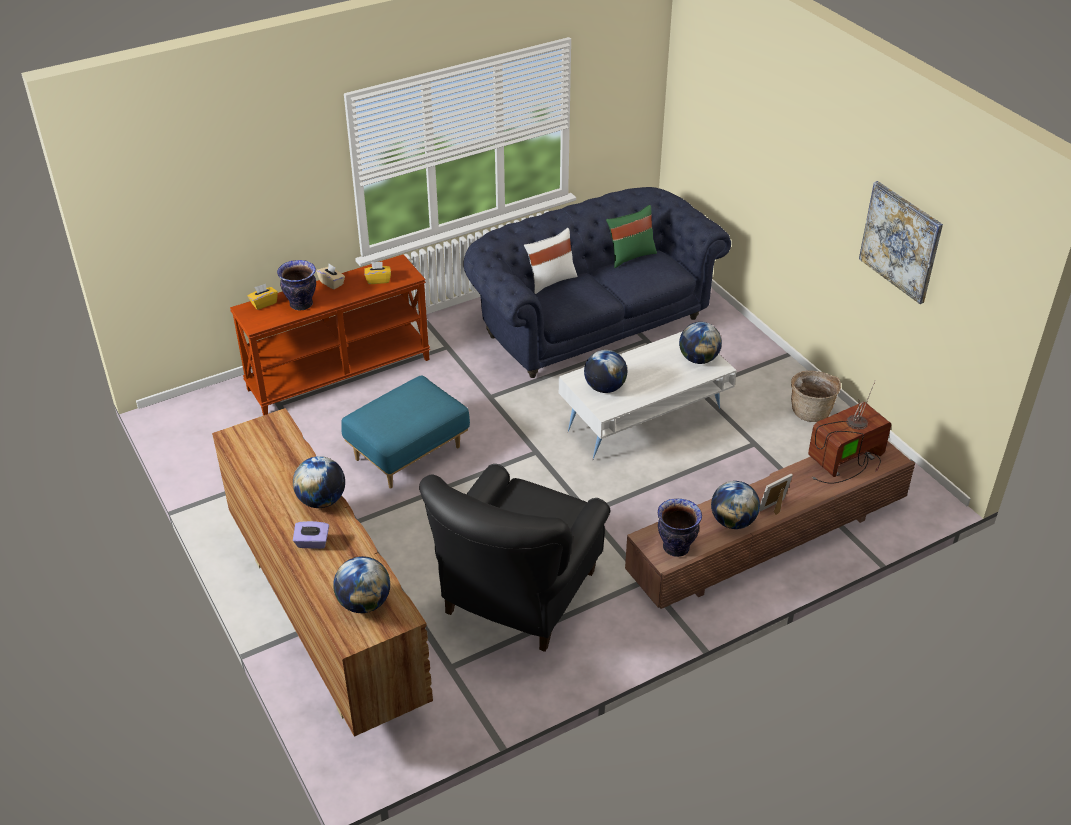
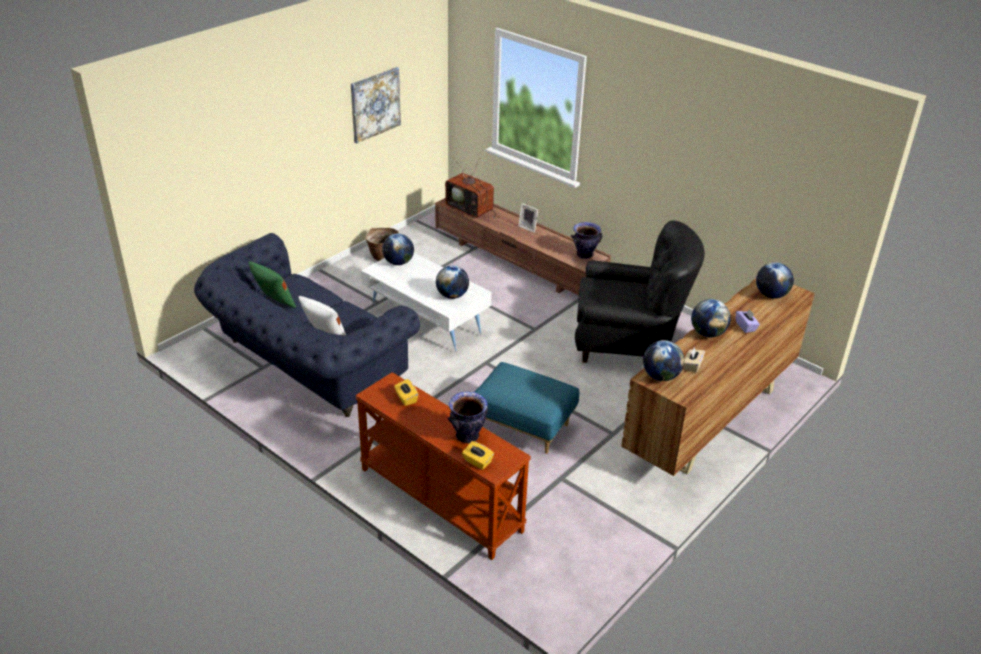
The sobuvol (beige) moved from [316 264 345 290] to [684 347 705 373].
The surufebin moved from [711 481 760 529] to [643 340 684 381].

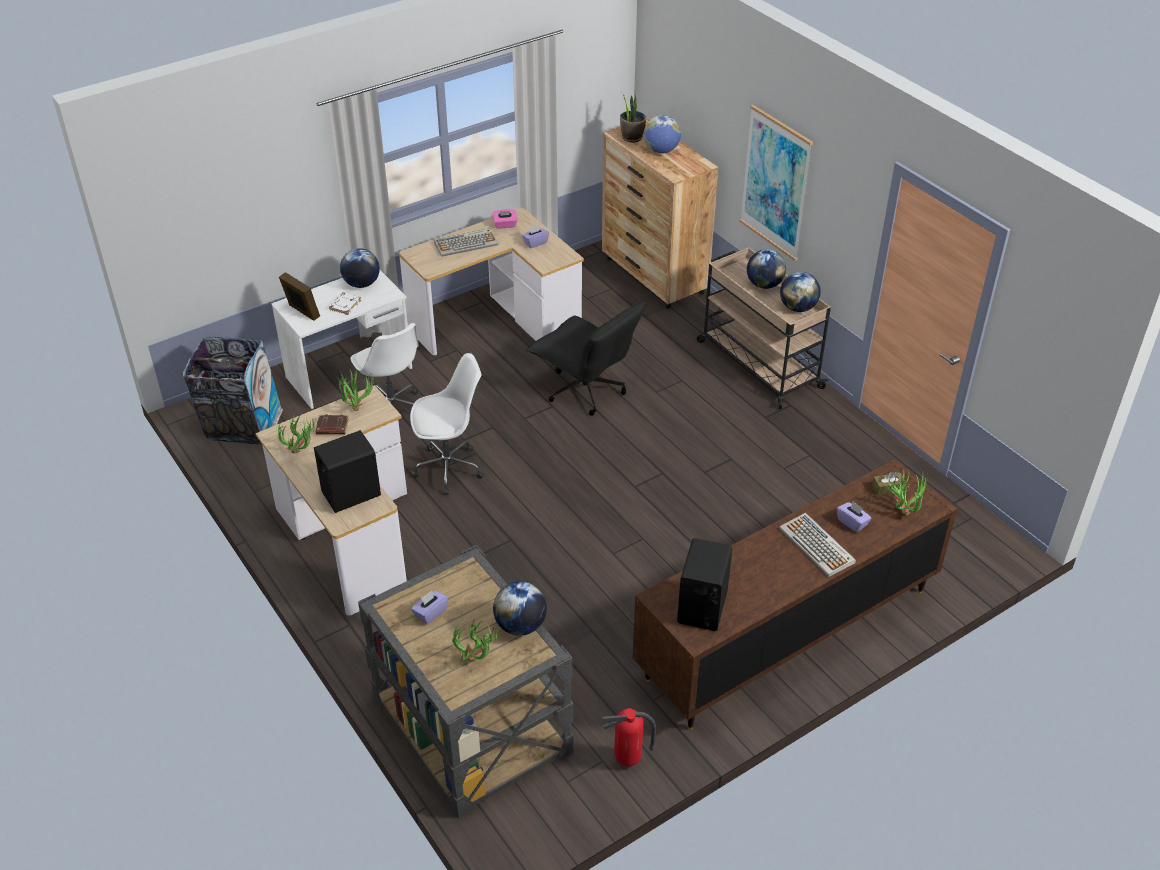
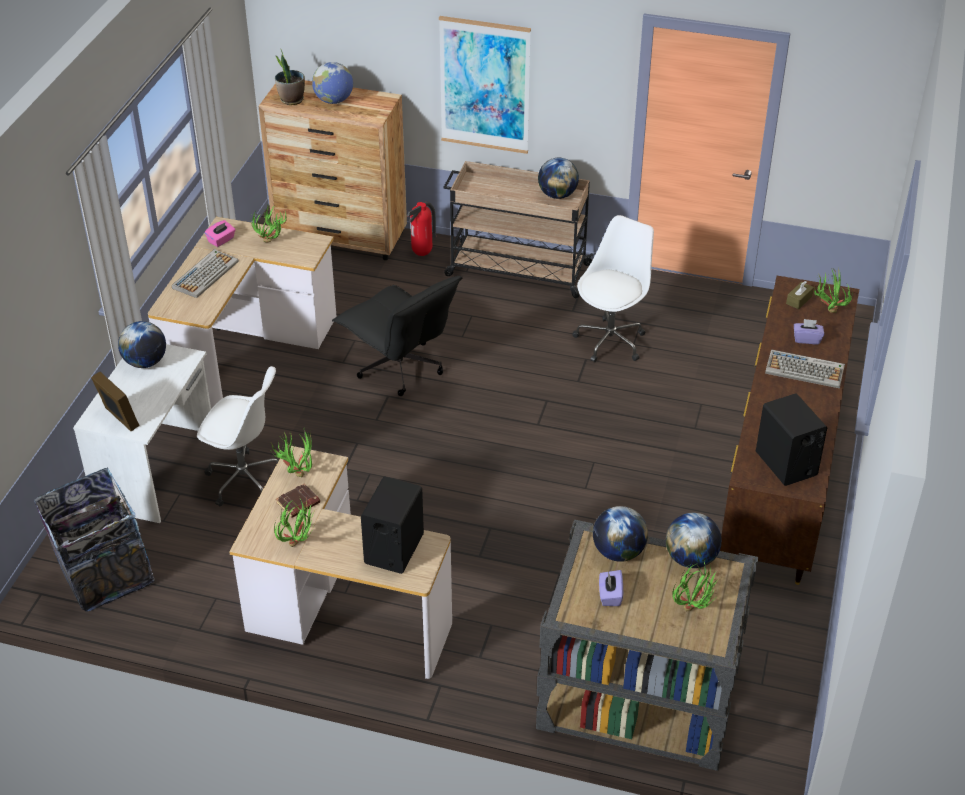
The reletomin at [279 272 320 321] turned 45 degrees clockwise.
The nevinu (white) at [329 293 361 315] disappeared.
The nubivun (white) moved from [410 353 484 495] to [572 215 654 362].
The sobuvol (purple) at [522 225 549 248] was replaced by the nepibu at [251 203 287 242].
The nubivun (black) at [525 302 647 416] turned 45 degrees clockwise.
The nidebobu moved from [599 708 656 767] to [407 202 437 256].
The surufebin moved from [747 249 786 289] to [593 506 648 562].

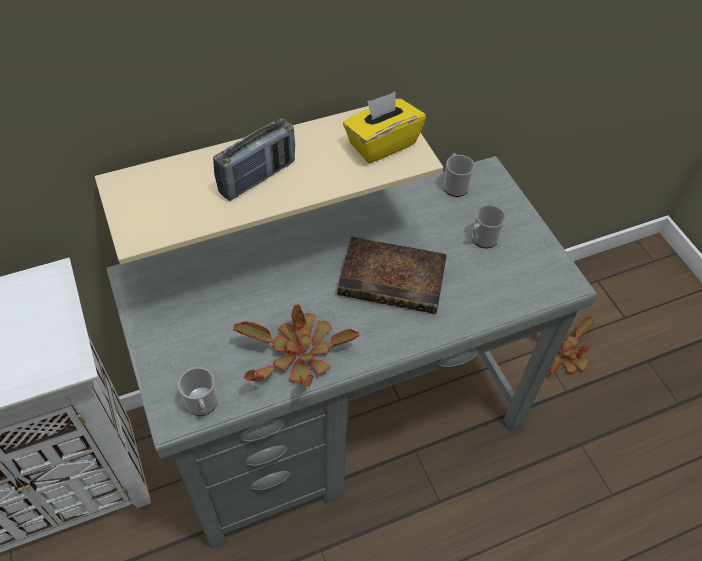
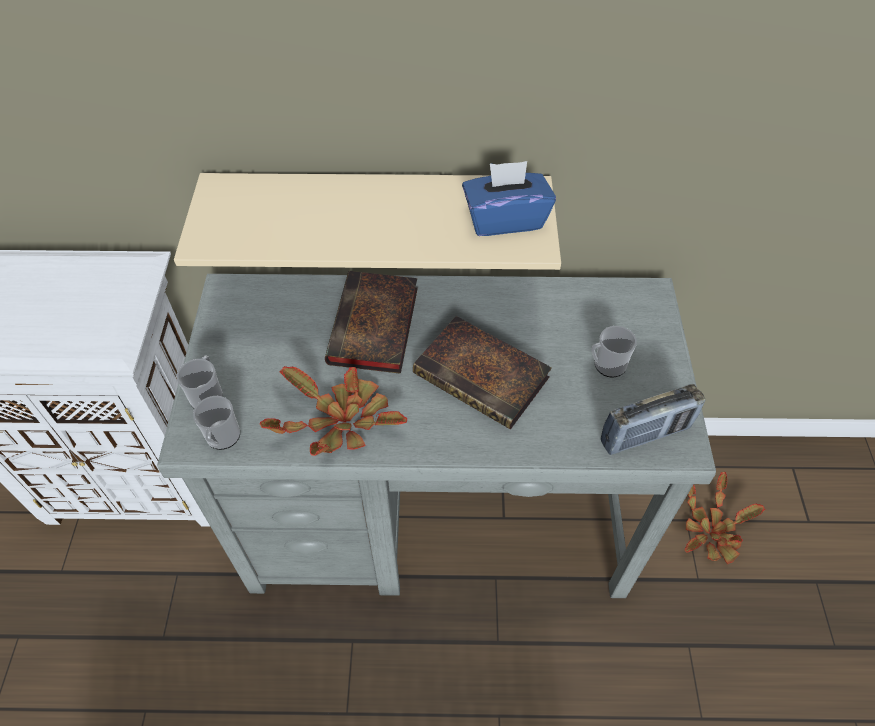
The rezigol moved from [213 118 295 201] to [601 384 706 455].
The sobuvol (yellow) at [343 92 426 163] became the sobuvol (blue) at [462 161 556 236].
The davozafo moved from [443 153 475 197] to [177 356 223 409].
The nevinu at [325 271 418 374] appeared.

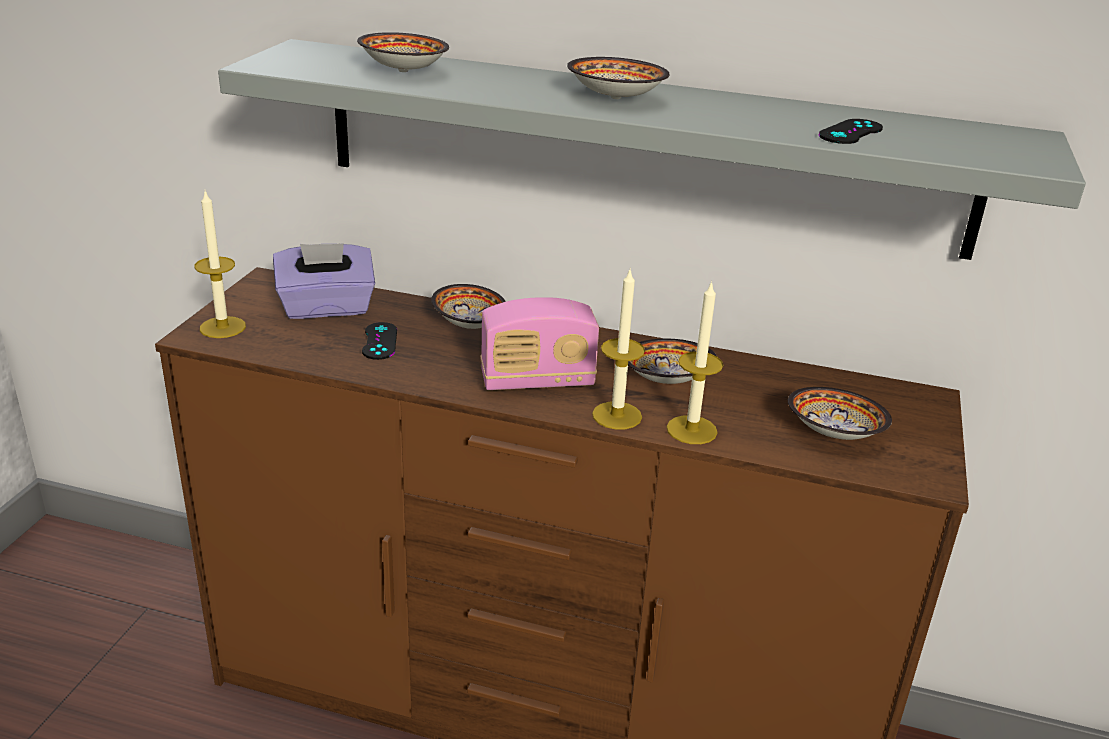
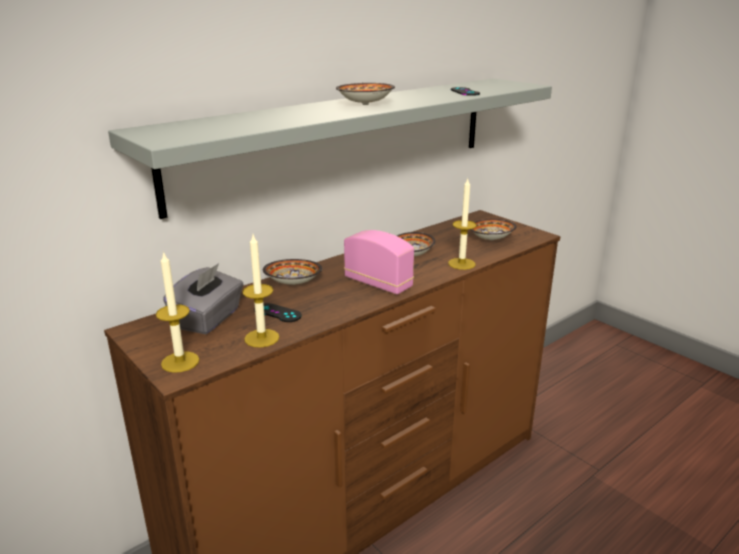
The sobuvol (purple) at [273 243 375 319] became the sobuvol (grey) at [163 263 243 334].
The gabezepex at [357 32 449 72] disappeared.
The rezigol at [481 297 599 390] turned 75 degrees counterclockwise.
The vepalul moved from [592 270 645 430] to [242 235 279 347].

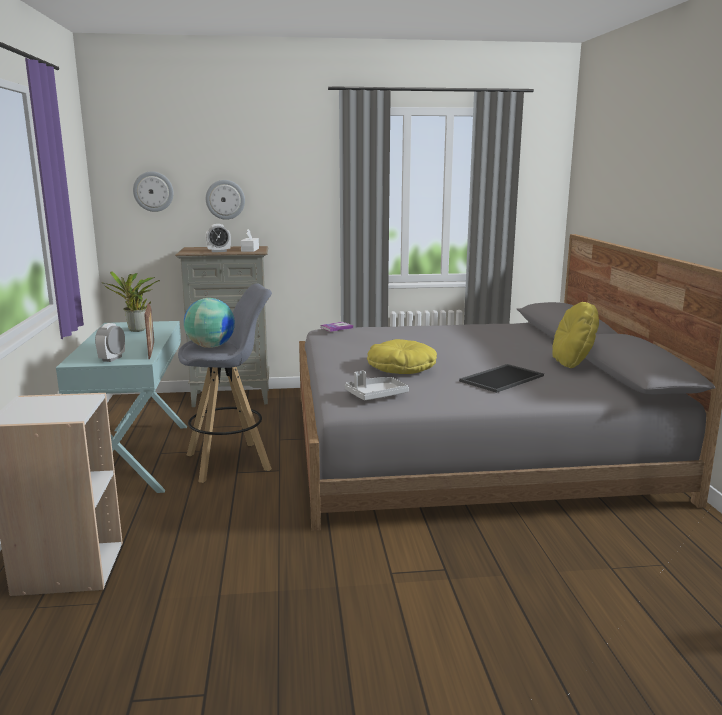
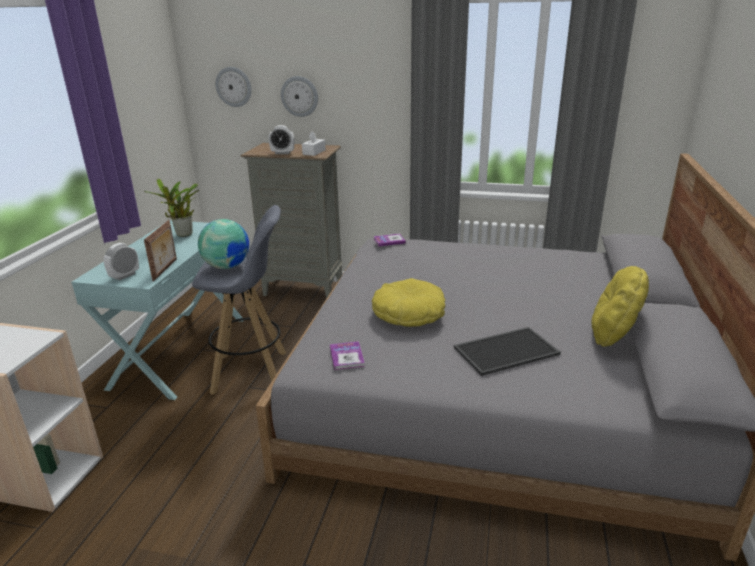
The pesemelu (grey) at [345 371 409 400] was replaced by the nevinu at [330 341 365 370].

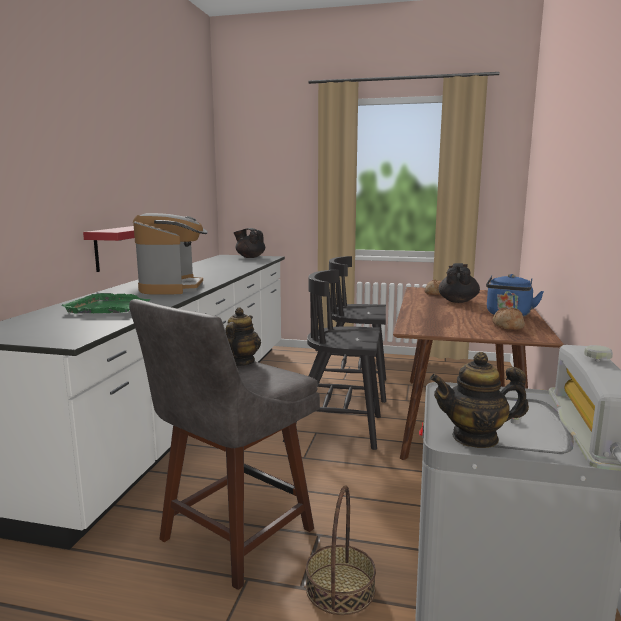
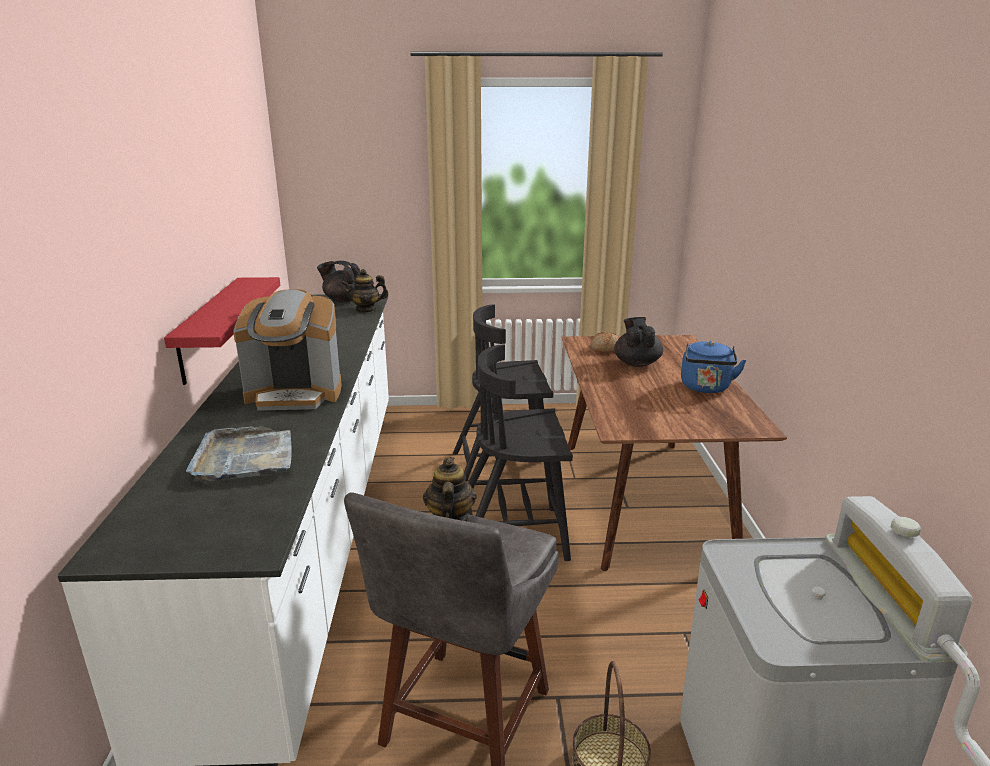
The pesemelu (green) at [61 293 151 314] became the pesemelu (grey) at [186 426 292 481].
The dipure at [133 213 208 295] turned 105 degrees clockwise.
The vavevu moved from [430 352 529 448] to [341 269 388 313].
The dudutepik at [492 308 525 330] disappeared.

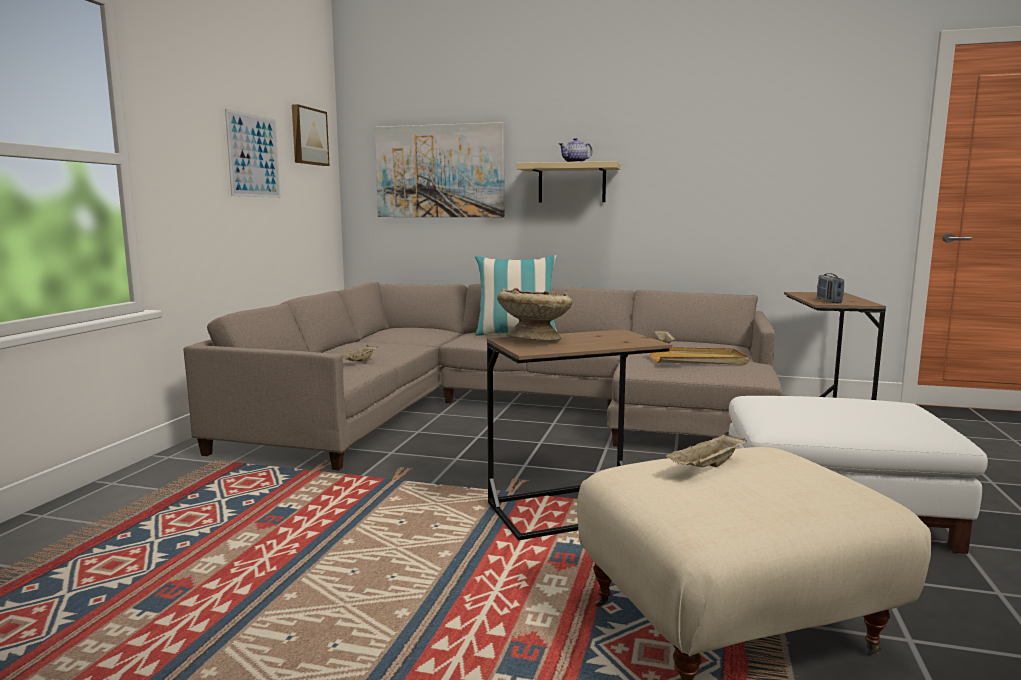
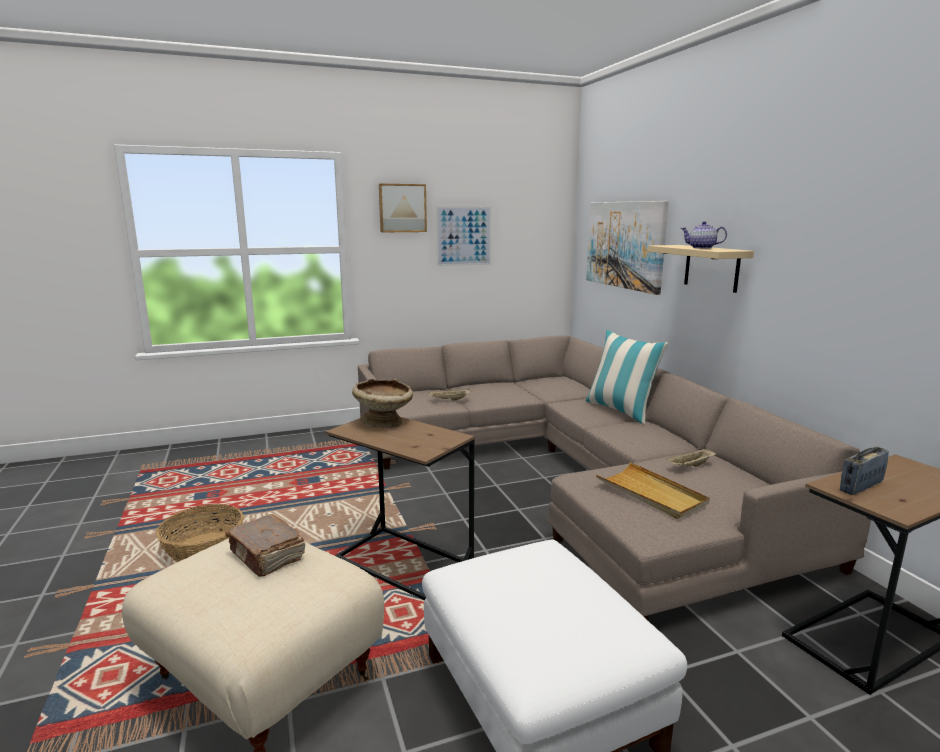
The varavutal moved from [292 104 330 166] to [379 183 427 233].
The pesemelu (beige) at [666 432 747 467] was replaced by the nevinu (brown) at [225 514 306 577].
The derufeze at [156 504 244 562] appeared.

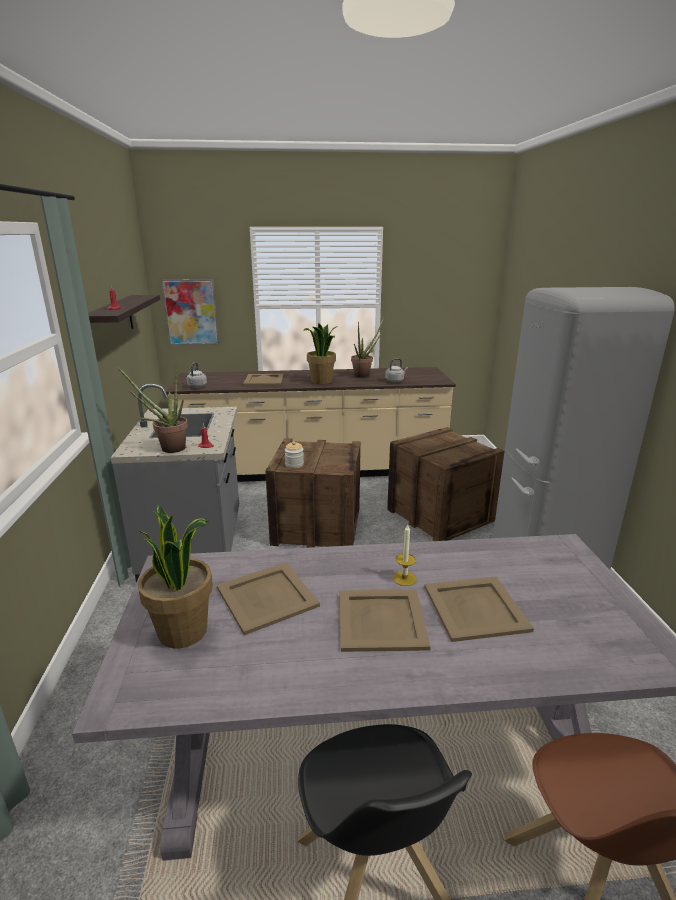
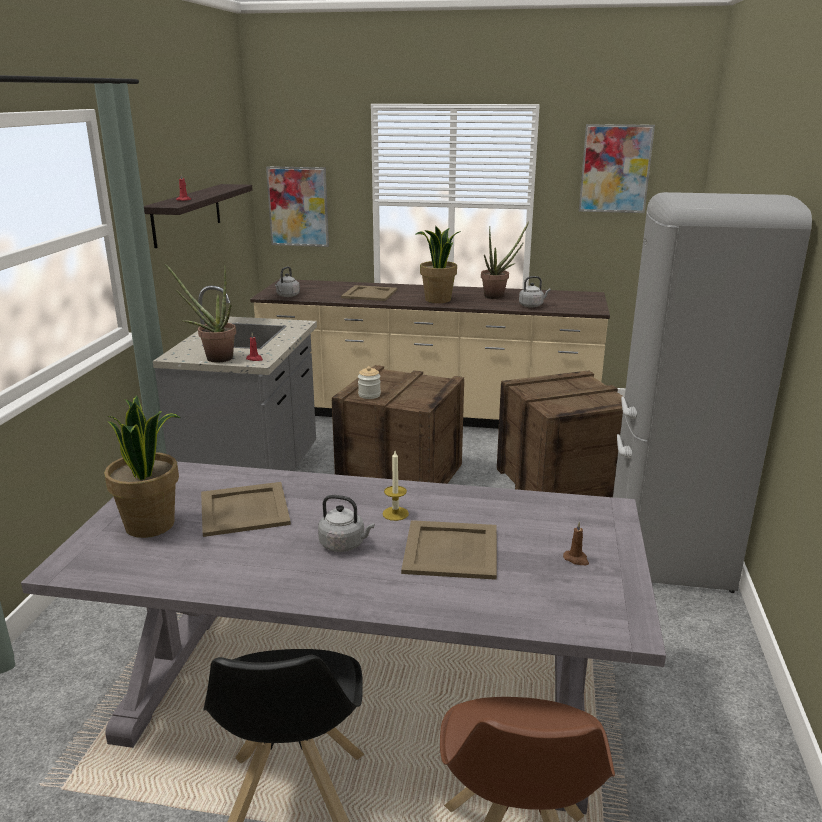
The pesemelu (beige) at [339 590 431 652] was replaced by the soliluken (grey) at [318 495 375 552].
The vepalul (brown) at [563 521 589 565] appeared.
The varavutal at [579 124 655 213] appeared.

